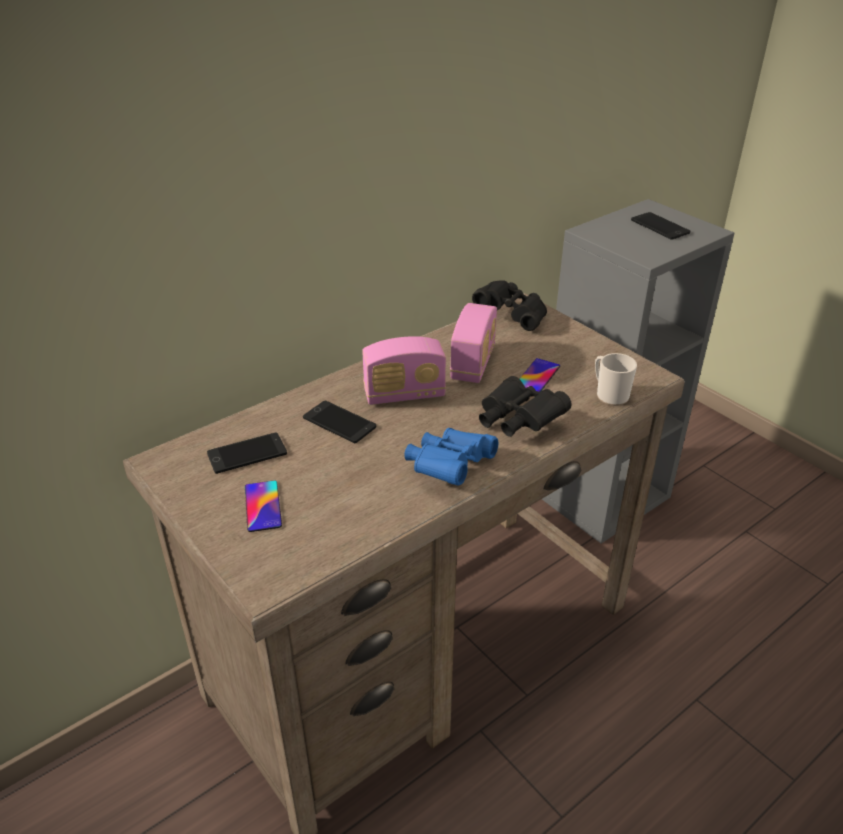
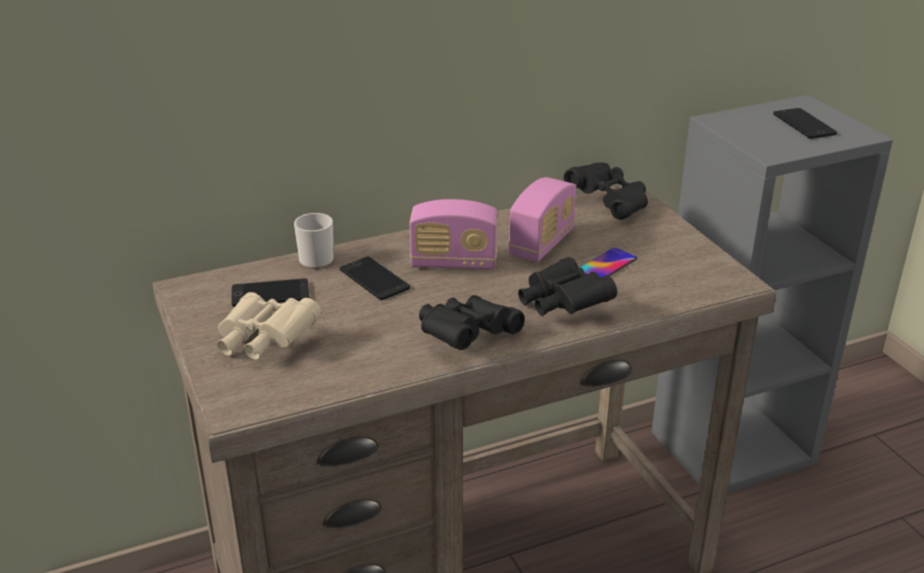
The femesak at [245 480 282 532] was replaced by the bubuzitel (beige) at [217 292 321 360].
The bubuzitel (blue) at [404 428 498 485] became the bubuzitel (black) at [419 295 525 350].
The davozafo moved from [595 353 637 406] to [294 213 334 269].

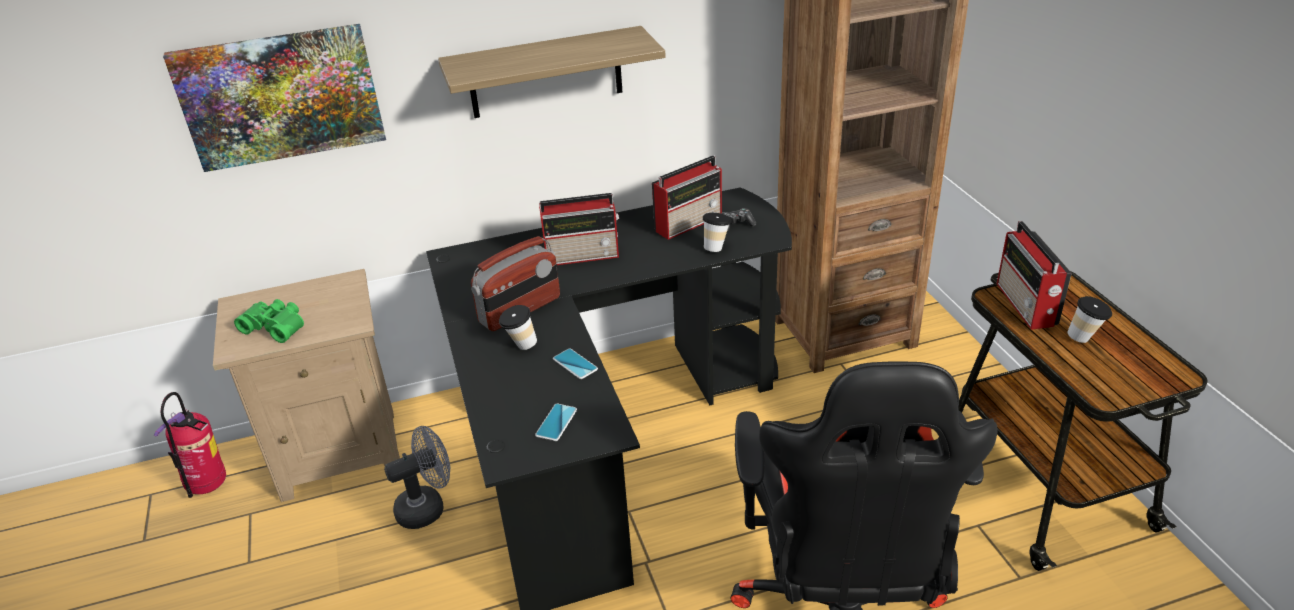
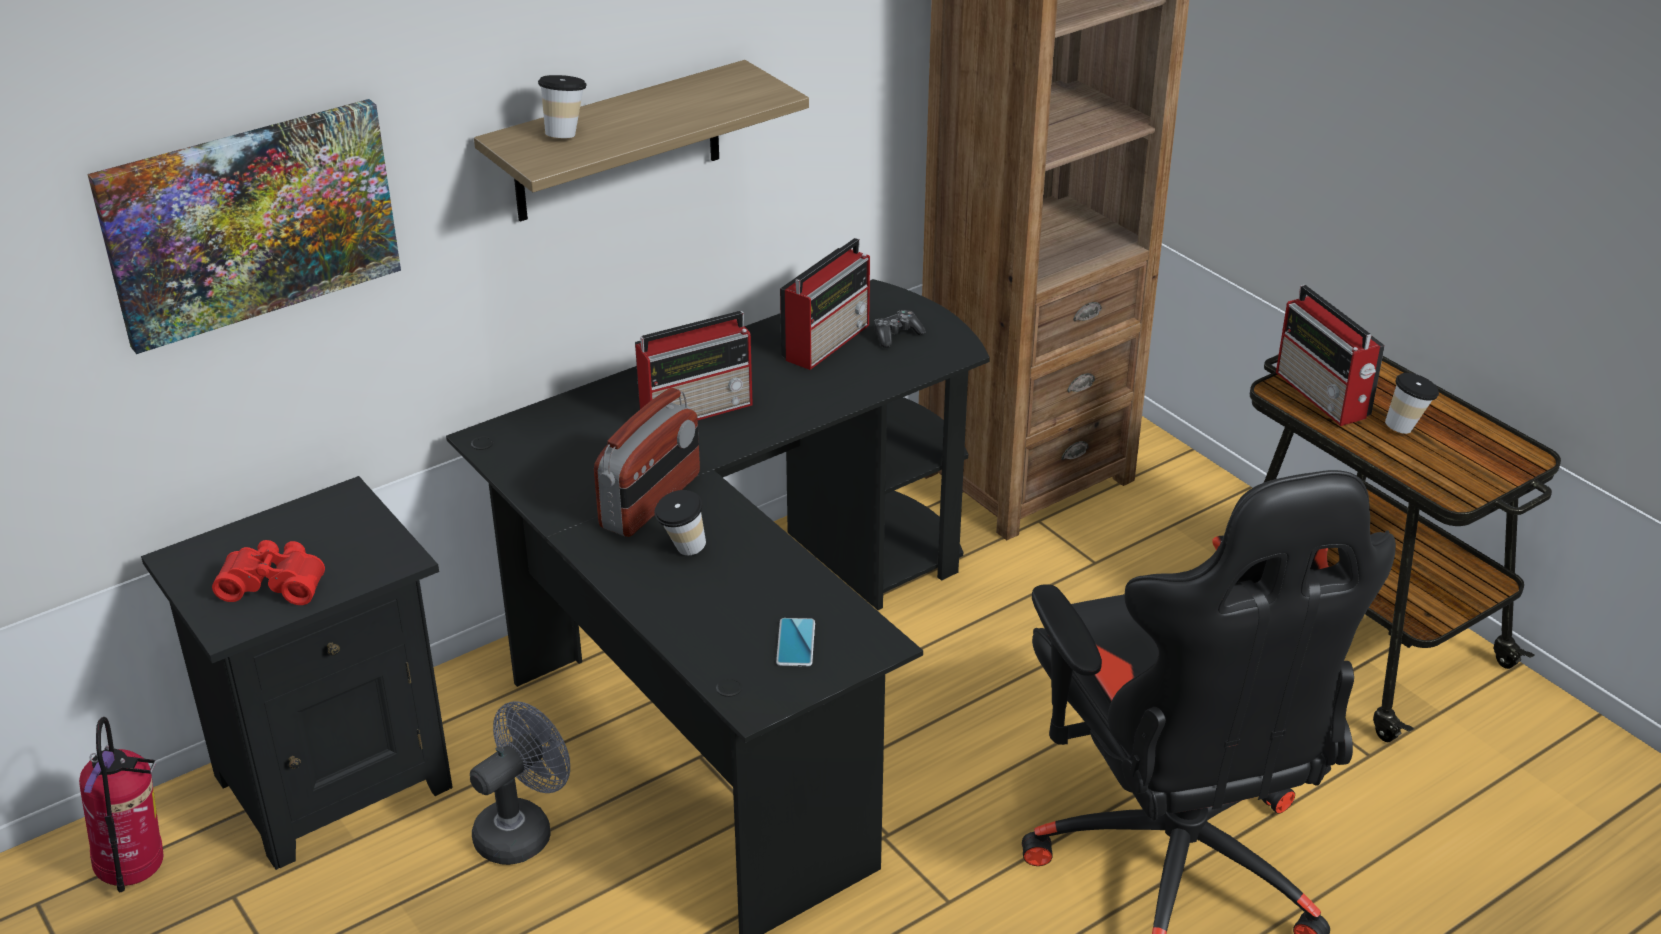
The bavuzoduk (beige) at [213 269 400 502] became the bavuzoduk (black) at [141 476 453 870].
The bubuzitel (green) at [234 299 304 343] became the bubuzitel (red) at [212 540 325 605].
The femesak at [553 349 598 379] disappeared.
The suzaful moved from [703 213 732 252] to [538 75 587 138].

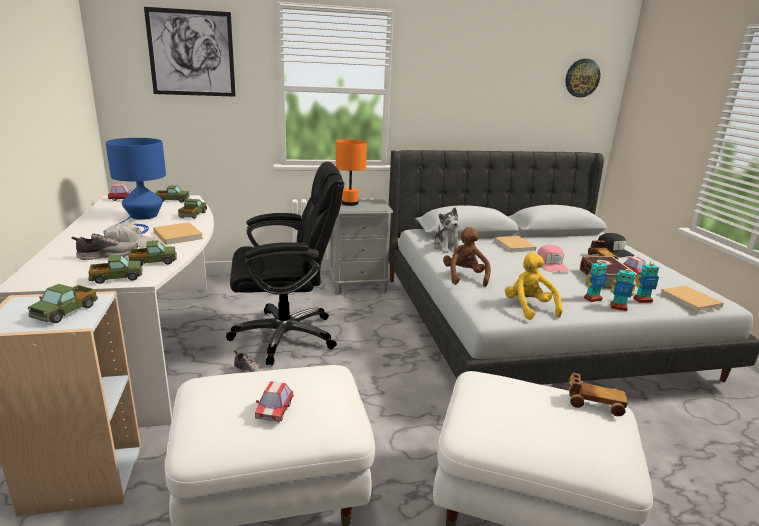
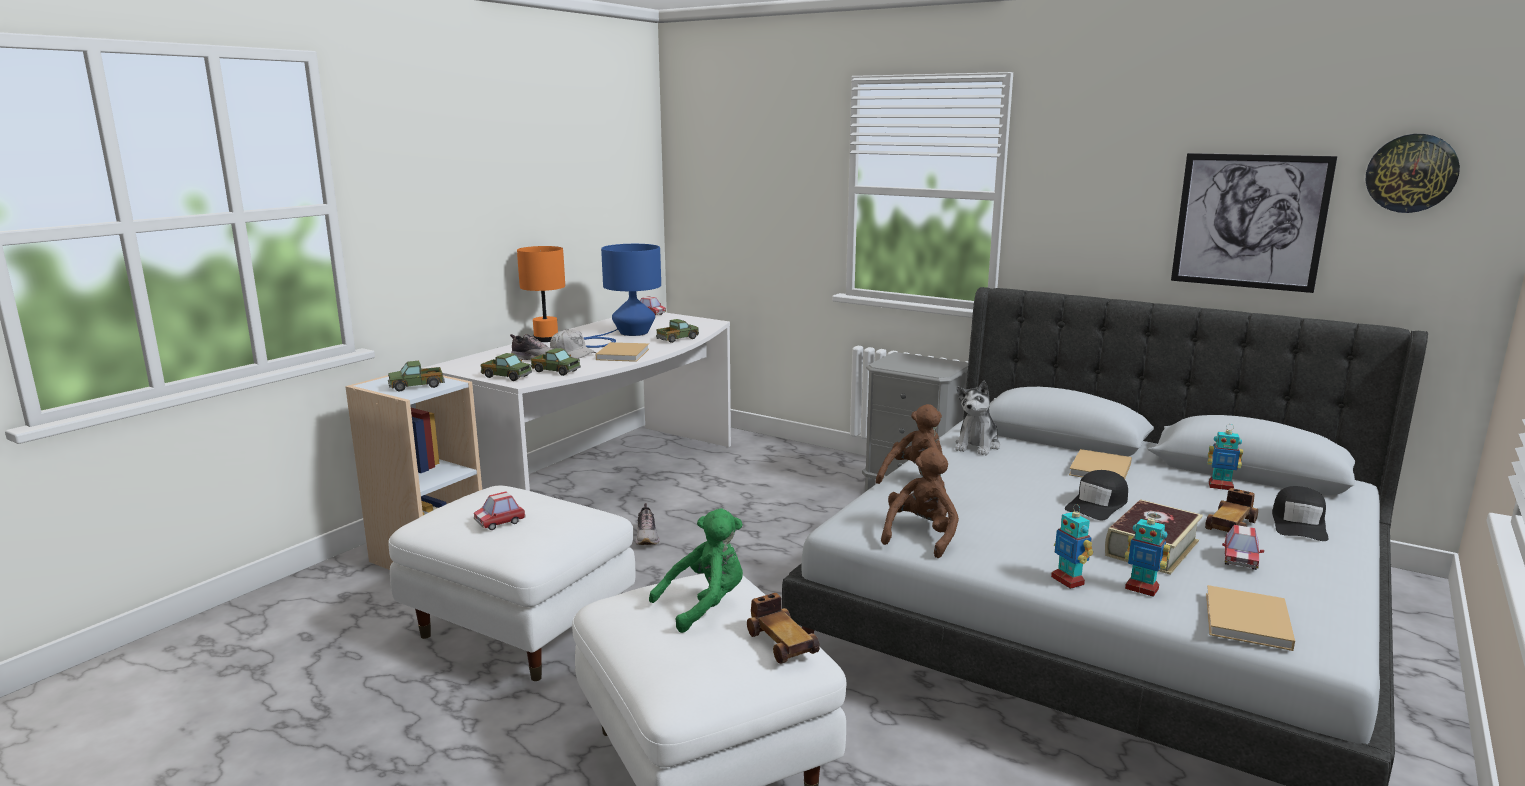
The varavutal moved from [144 7 236 97] to [1171 153 1337 293].
The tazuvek at [155 185 190 203] disappeared.
The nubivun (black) at [226 162 345 366] disappeared.
The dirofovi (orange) moved from [336 139 367 206] to [517 246 565 342].
The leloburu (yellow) at [505 252 562 320] became the leloburu (brown) at [881 447 959 558].
The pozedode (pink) at [537 245 569 272] became the pozedode (black) at [1065 470 1128 521].
The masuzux moved from [584 258 607 302] to [1207 424 1243 490].
The leloburu (green) at [649 509 743 633] appeared.

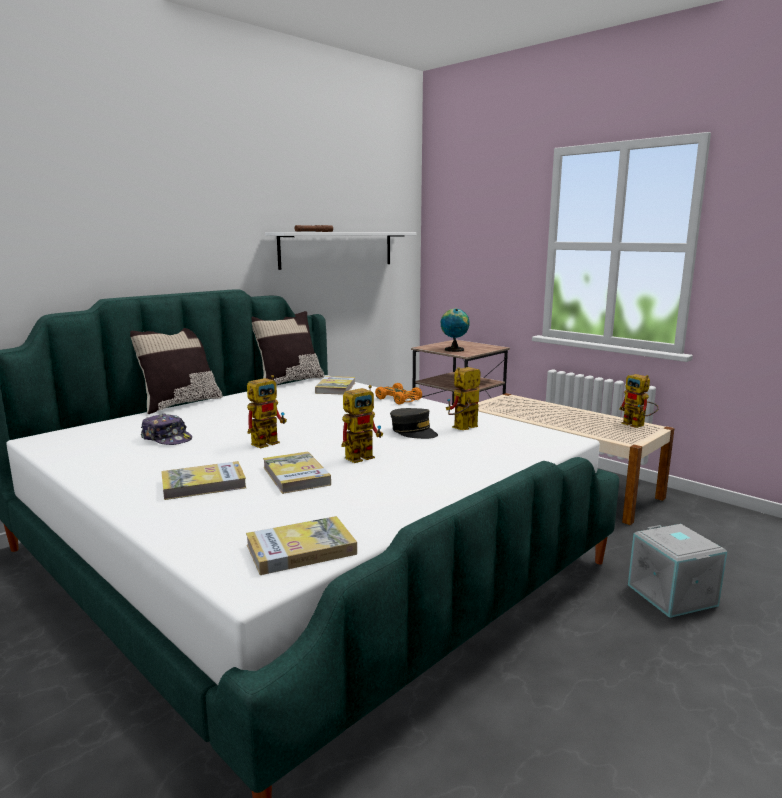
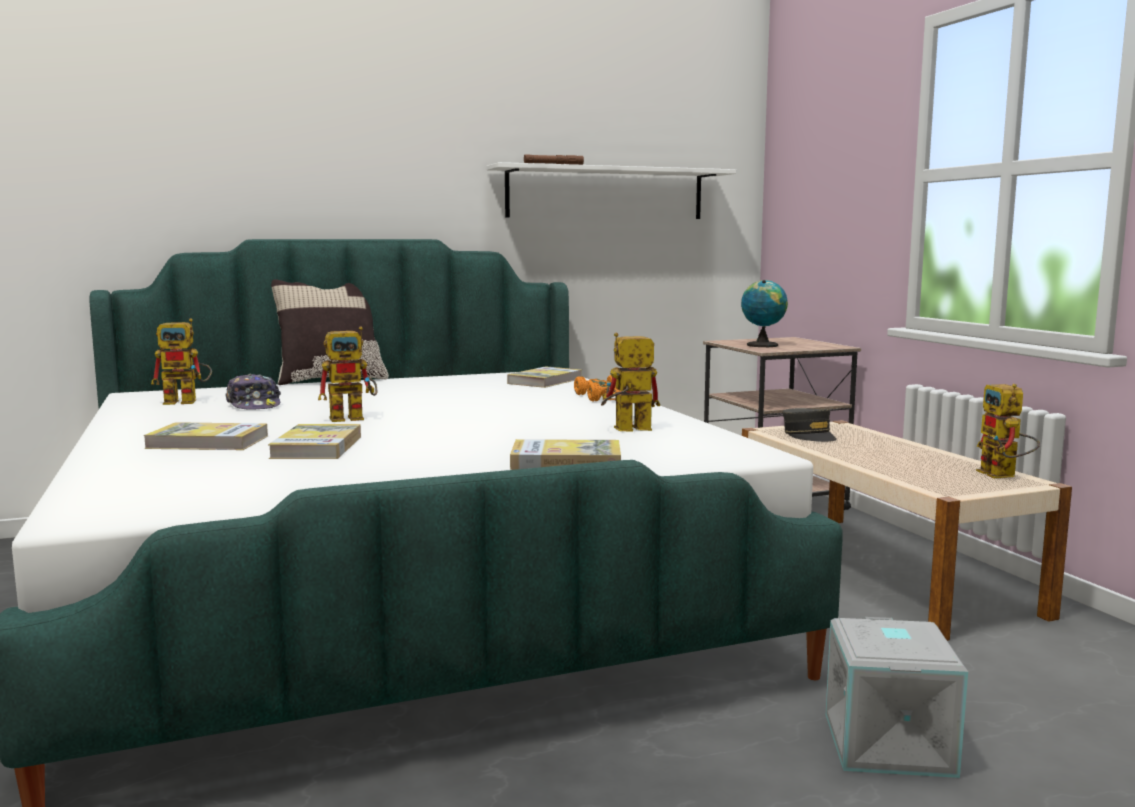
The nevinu moved from [246 516 357 575] to [510 439 621 470].
The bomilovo at [252 311 324 385] disappeared.
The masuzux moved from [342 385 383 463] to [151 319 212 405].
The pozedode (grey) moved from [390 408 438 439] to [783 408 837 442].

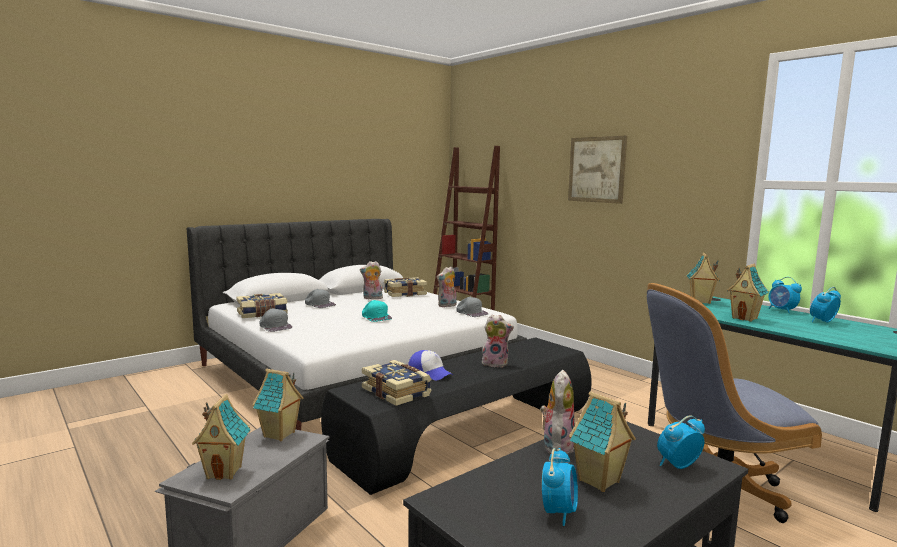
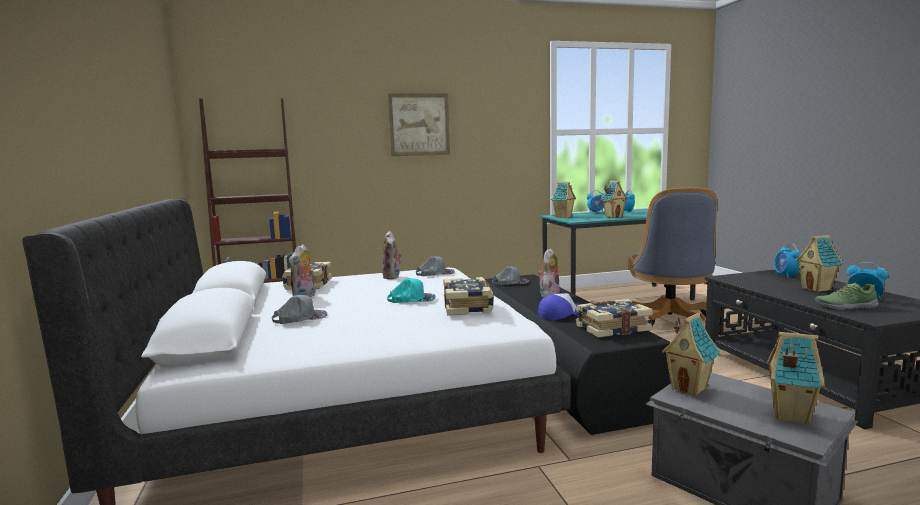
The nevinu moved from [236 293 288 318] to [443 277 494 315].
The pozedode (grey) moved from [260 308 292 332] to [492 266 529 285].
The leloburu at [540 370 575 454] disappeared.
The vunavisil at [815 283 879 310] appeared.

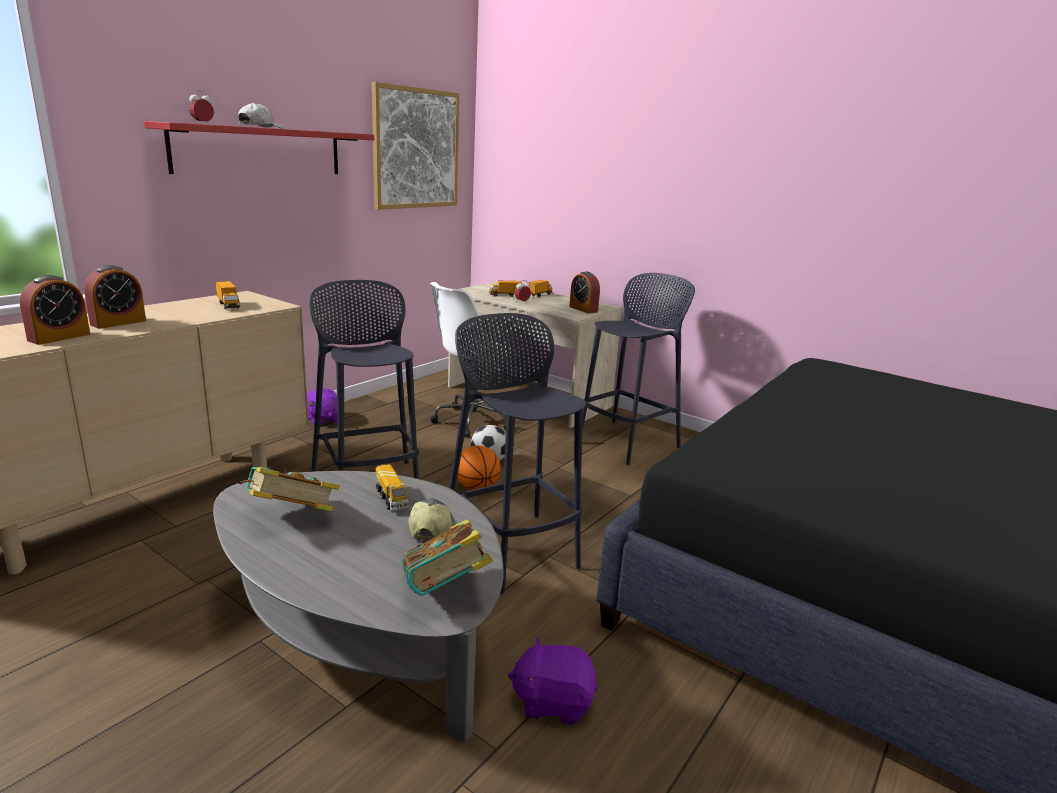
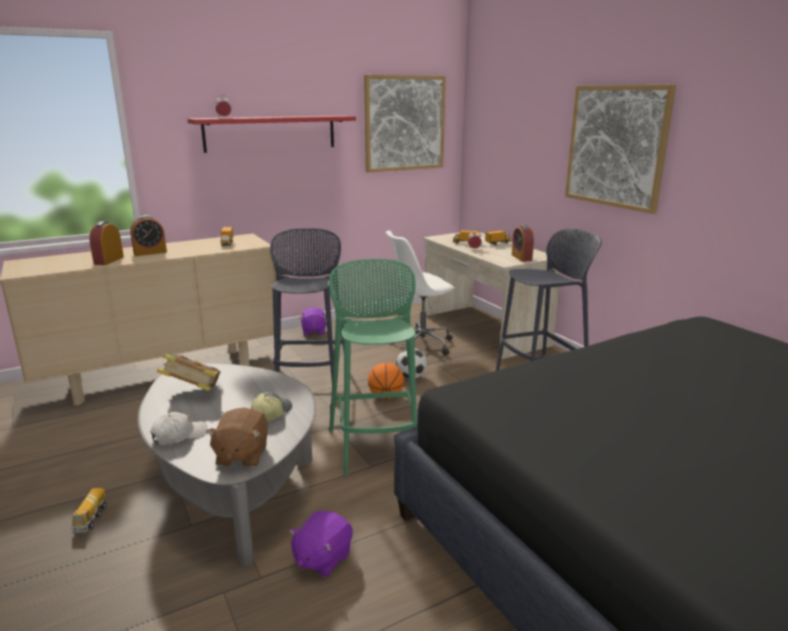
The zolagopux at [20 275 90 345] turned 135 degrees clockwise.
The pozedode (white) moved from [238 102 284 129] to [150 412 208 446].
The tazuvek moved from [376 464 409 511] to [71 488 106 533].
The nevinu at [402 519 493 596] was replaced by the leloburu (brown) at [206 408 268 468].
The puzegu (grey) at [449 313 586 594] became the puzegu (green) at [329 259 417 476].
The leloburu (purple) at [508 637 598 725] turned 90 degrees counterclockwise.
The varavutal at [565 85 676 214] appeared.

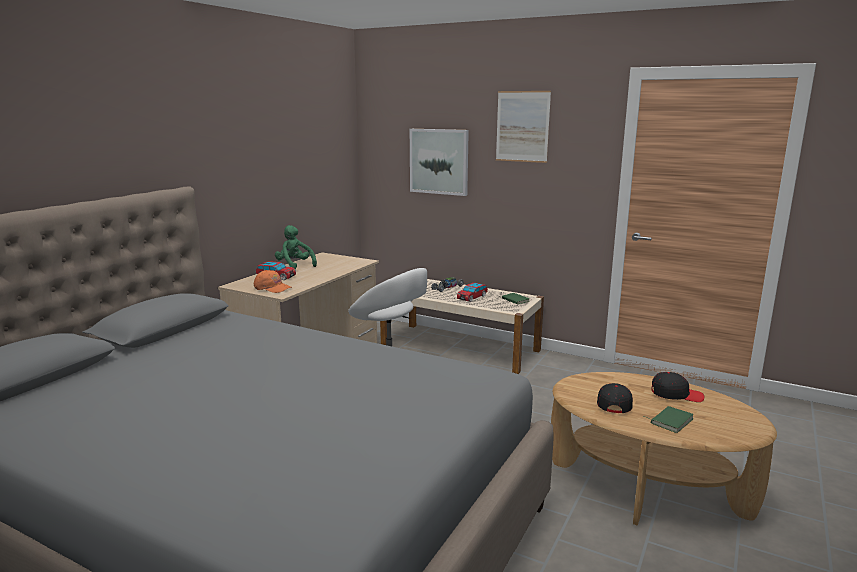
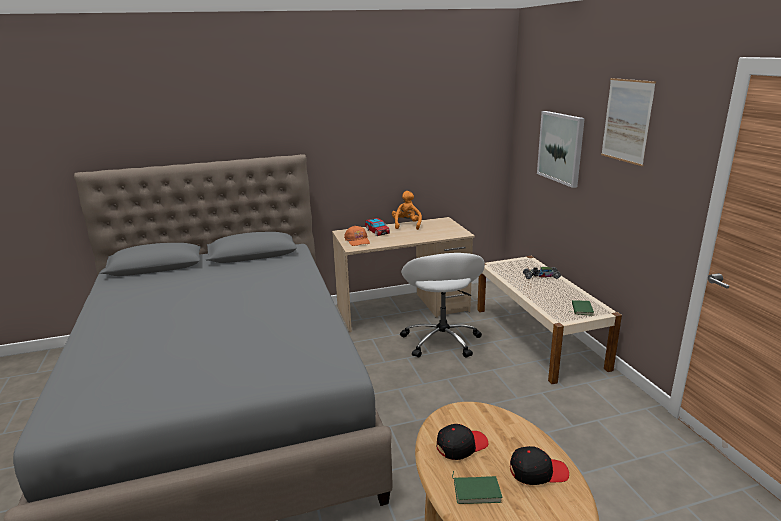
The leloburu (green) at [275 225 317 269] became the leloburu (orange) at [392 191 422 230].
The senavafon at [457 283 488 302] disappeared.
The pozedode (black) at [651 372 704 402] turned 60 degrees counterclockwise.

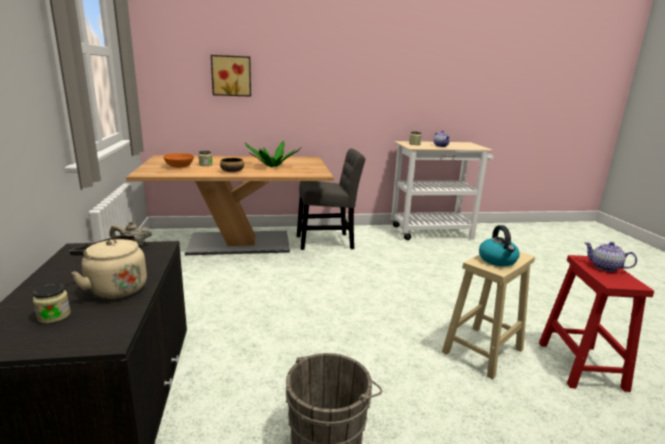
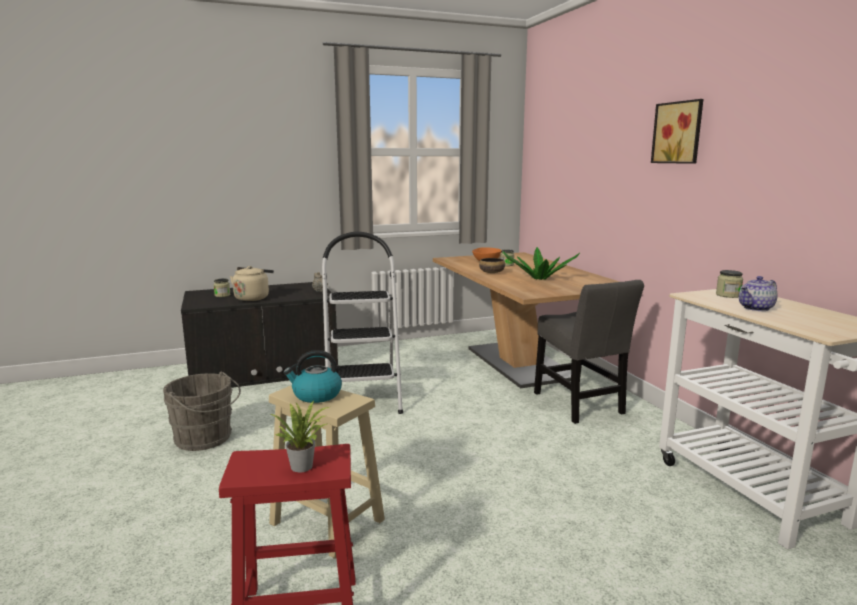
The varavutal moved from [211 55 251 97] to [651 99 703 164].
The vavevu at [585 242 637 272] was replaced by the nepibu at [270 401 329 472].
The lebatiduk at [322 232 403 414] appeared.

